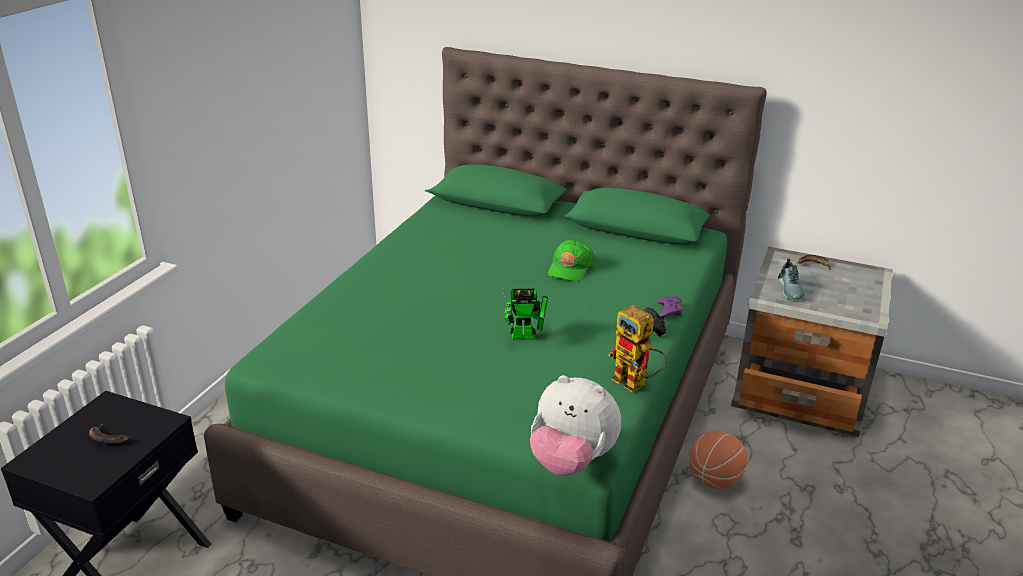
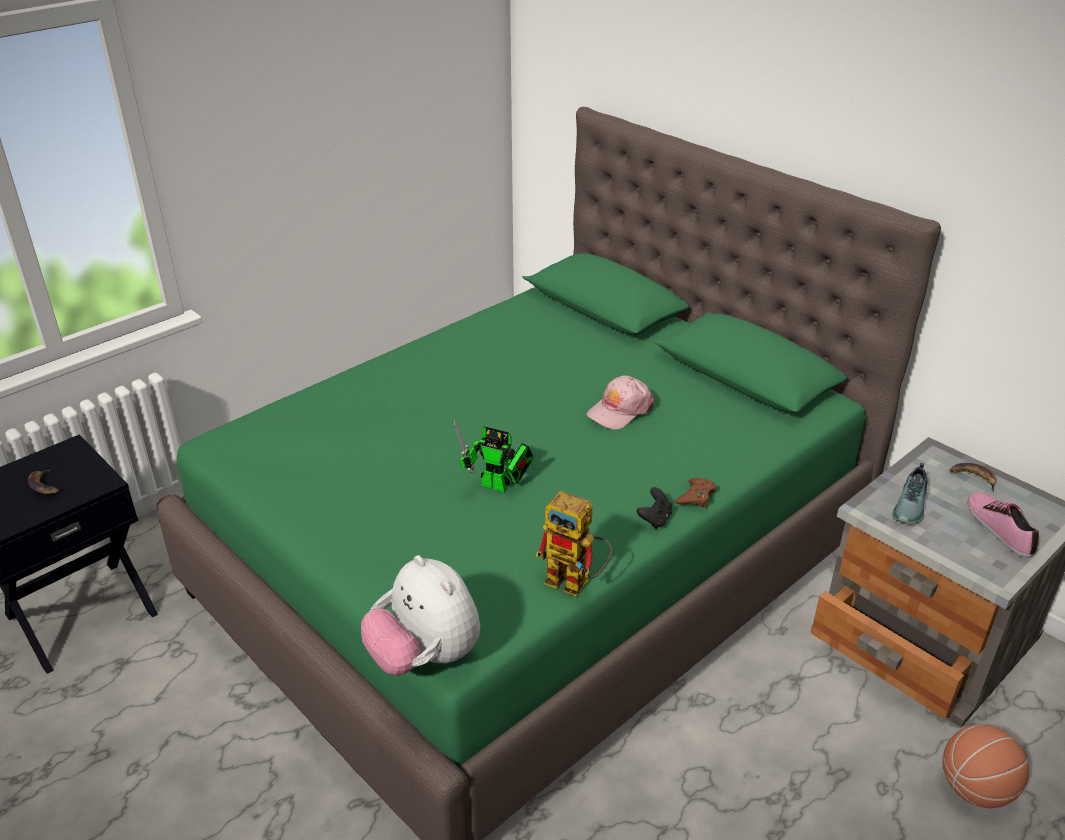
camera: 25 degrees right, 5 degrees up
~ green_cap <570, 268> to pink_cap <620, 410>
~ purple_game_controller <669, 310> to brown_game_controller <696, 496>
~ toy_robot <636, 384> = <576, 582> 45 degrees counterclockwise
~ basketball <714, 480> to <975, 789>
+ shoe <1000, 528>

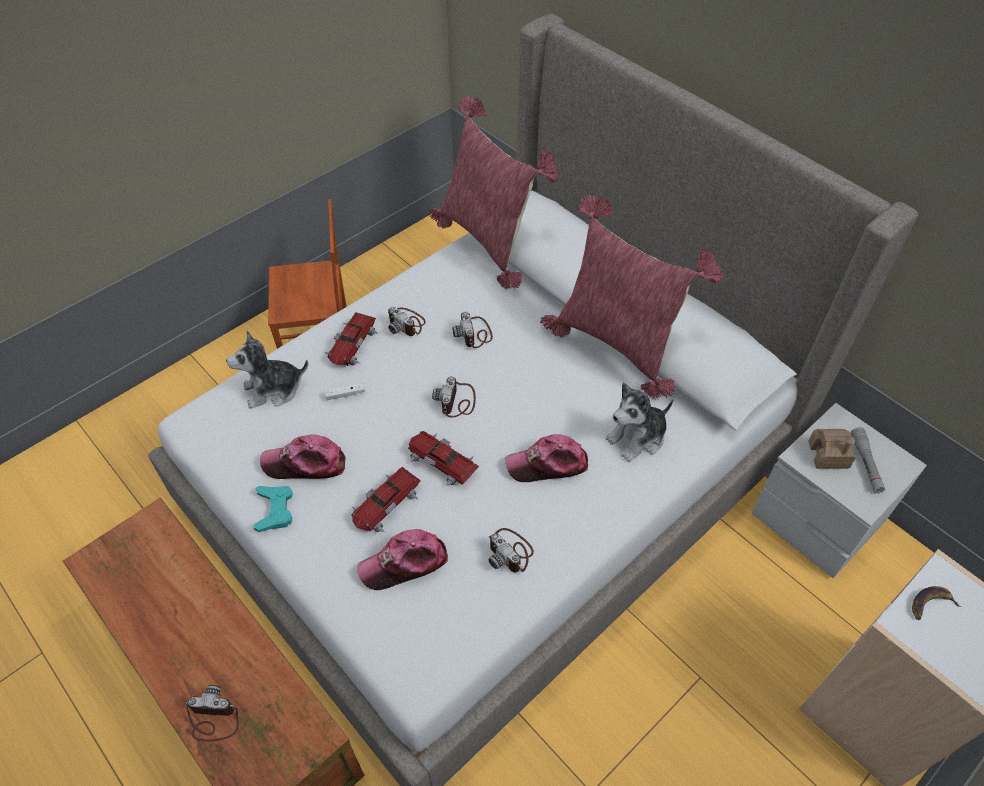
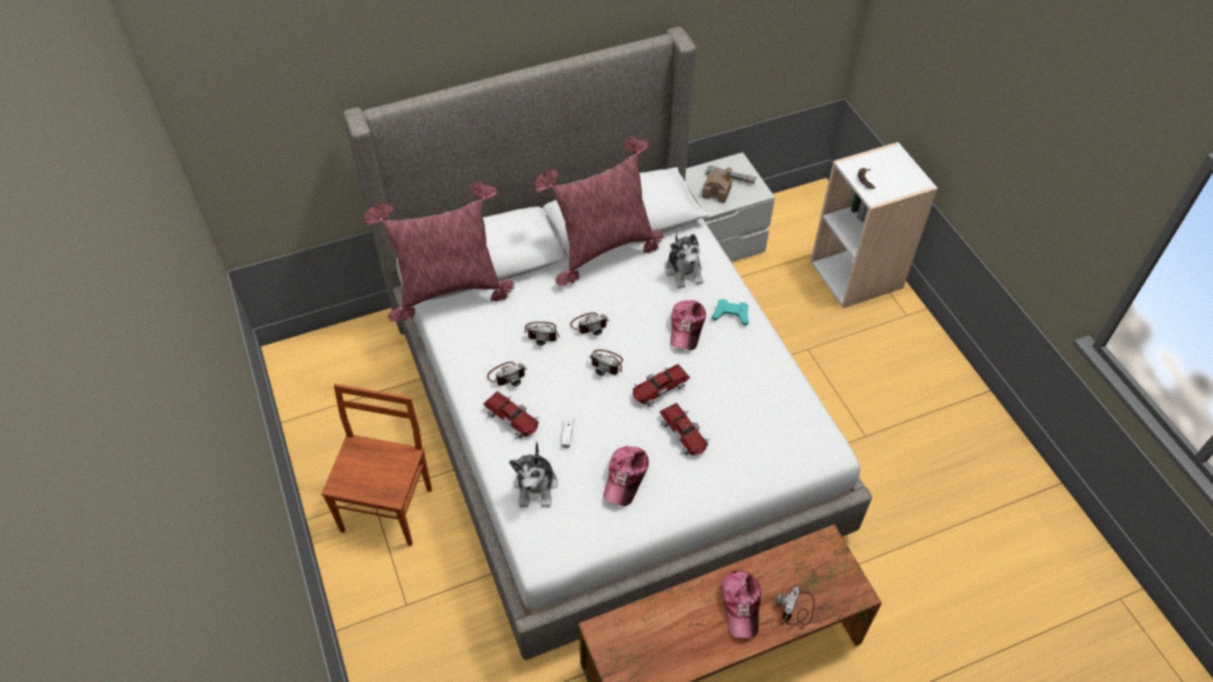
camera: 70 degrees left, 0 degrees up
~ turquoise_game_controller <275, 510> to <731, 314>
~ photo_camera <510, 552> to <589, 324>
~ cap <404, 564> to <741, 605>

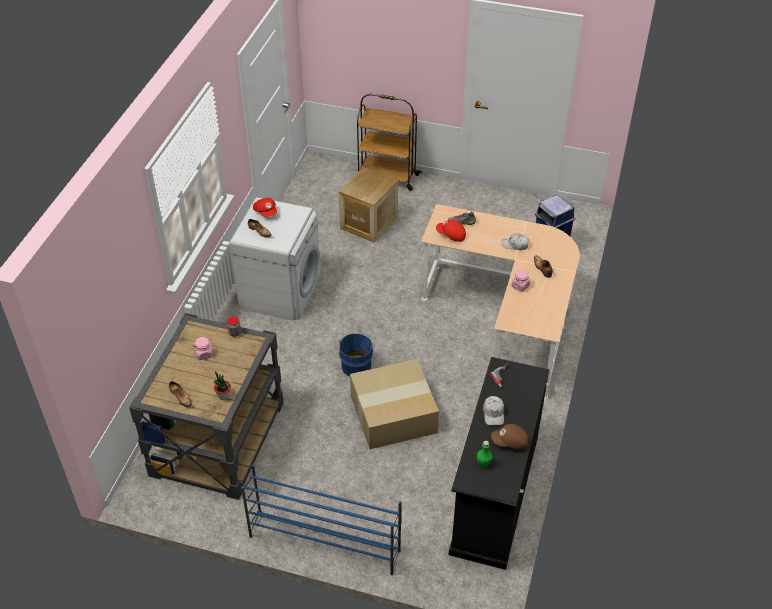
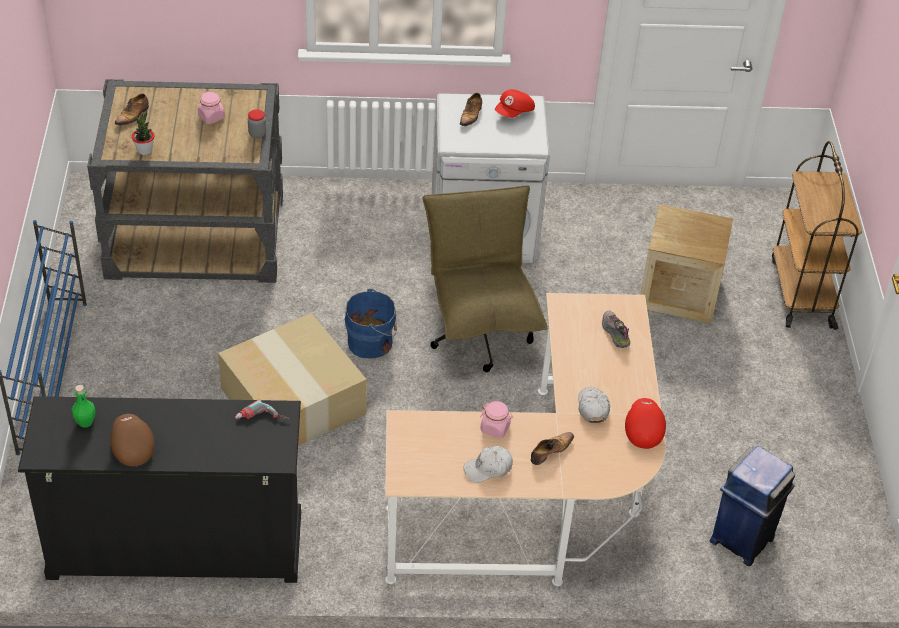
camera: 70 degrees right, 0 degrees up
~ red_cap <451, 235> to <643, 429>
~ white_cap <493, 413> to <488, 468>
+ beige_office_chair <480, 335>

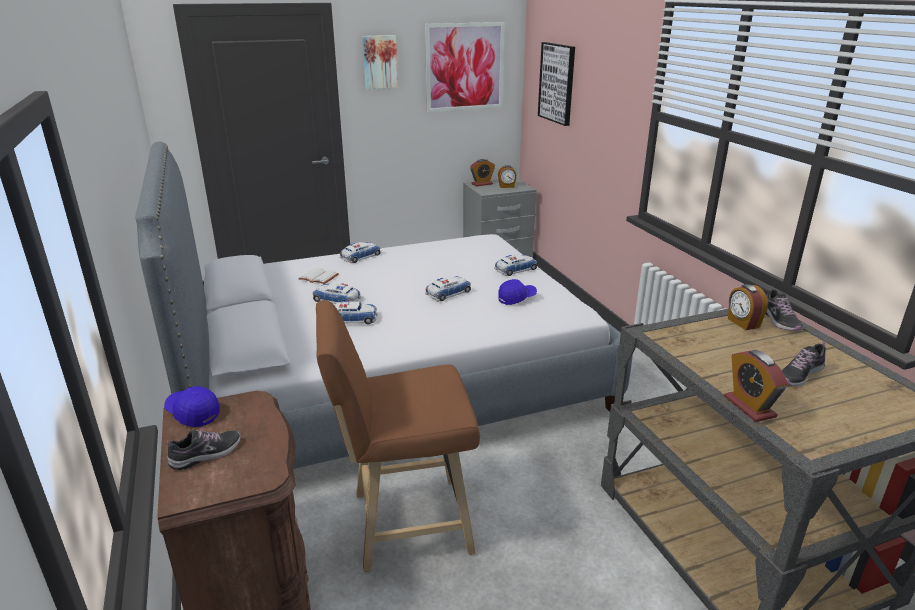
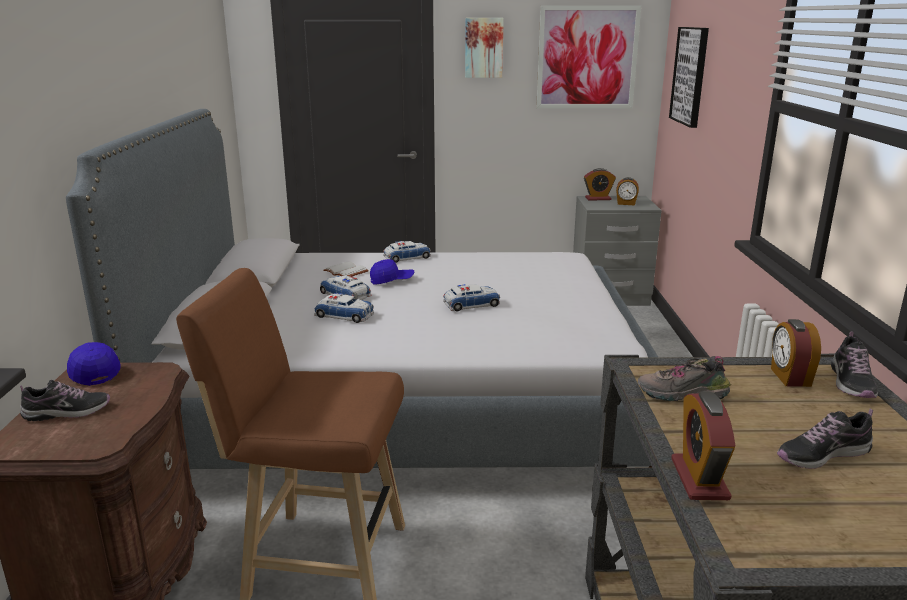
camera: 20 degrees right, 5 degrees down
- toy_car <515, 269>
~ blue_cap <517, 298> to <391, 281>
+ shoe <682, 395>

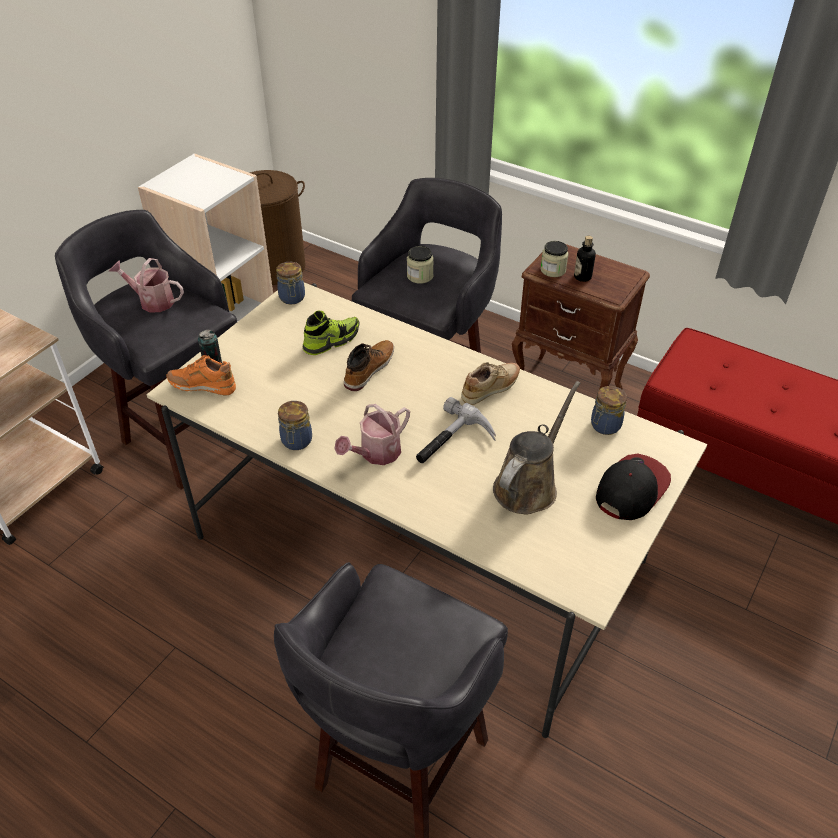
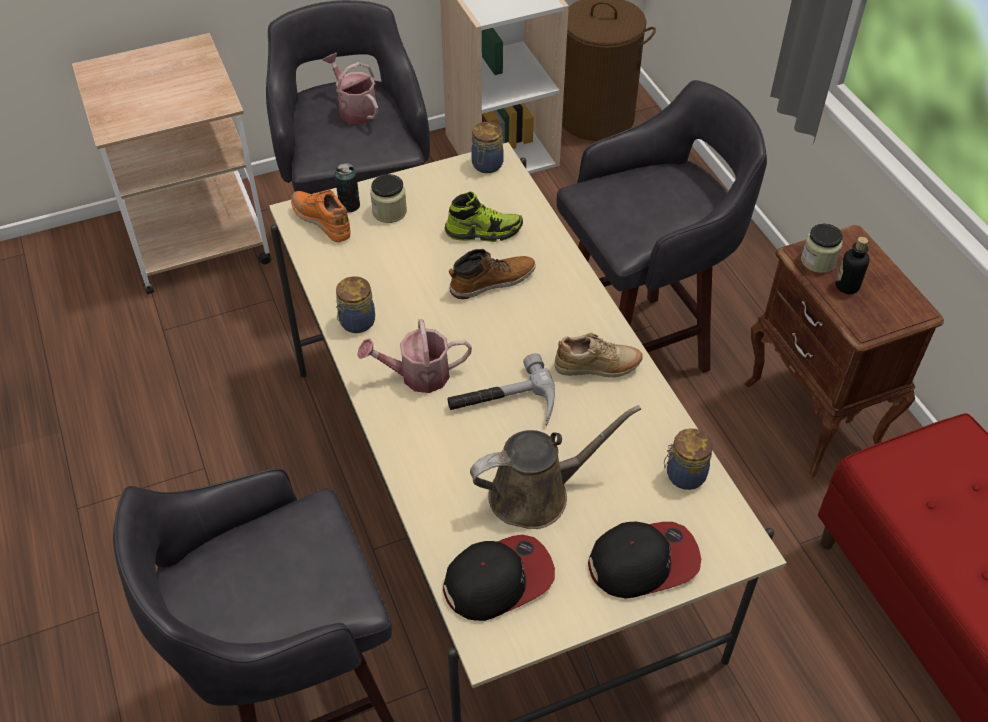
camera: 35 degrees right, 5 degrees up
~ jar <420, 276> to <389, 212>
+ cap <498, 579>

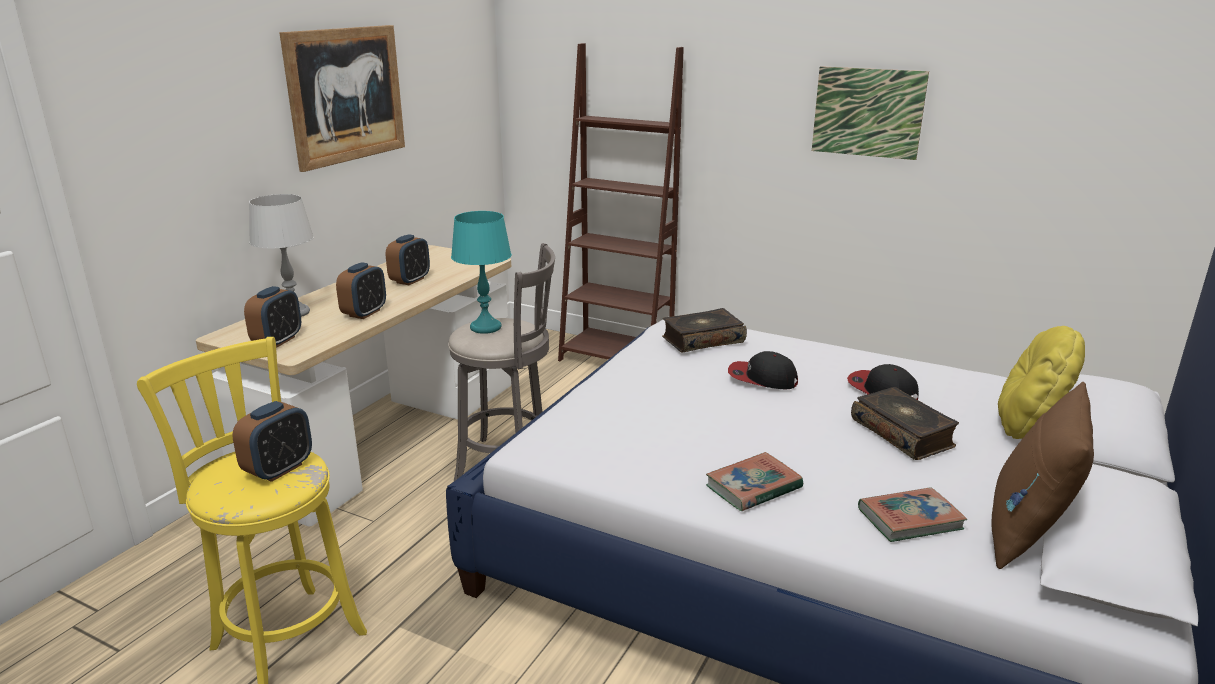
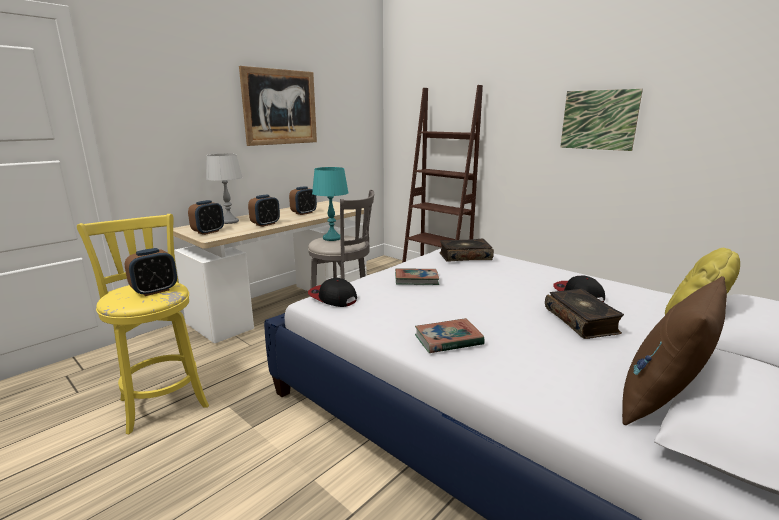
camera: 15 degrees right, 5 degrees down
~ cap <762, 378> to <332, 297>
~ book <910, 519> to <416, 279>

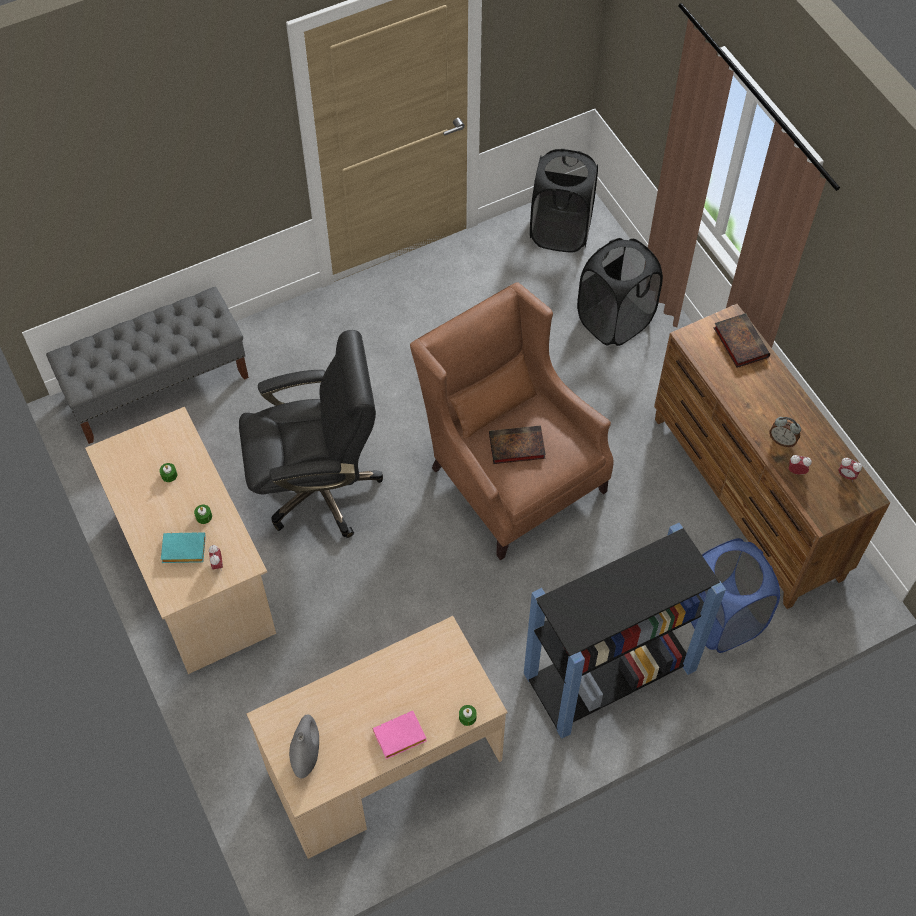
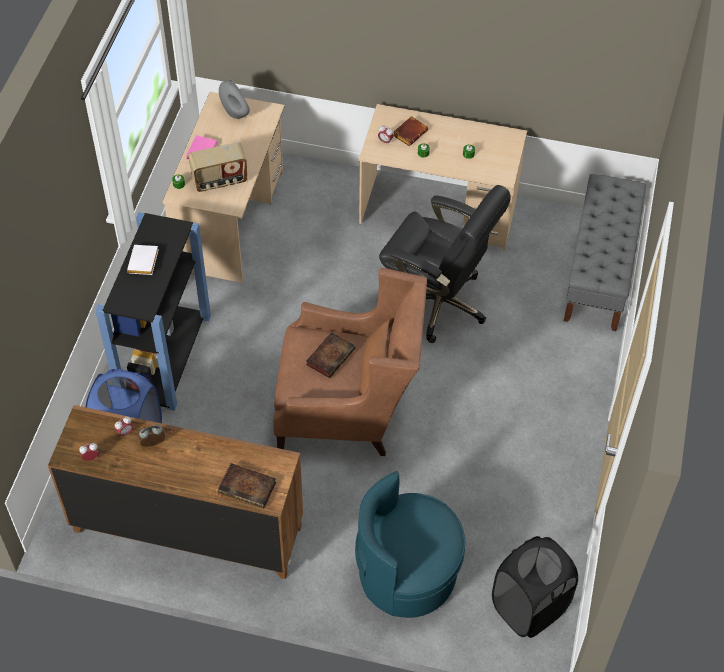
camera: 130 degrees right, 5 degrees down
~ black_laundry_basket <614, 321> to turquoise_armchair <408, 572>
~ black_office_chair <318, 490> = <437, 302> 90 degrees counterclockwise
~ turquoise_book <182, 551> to brown_book <410, 132>
+ radio <220, 181>
+ white_book <144, 263>

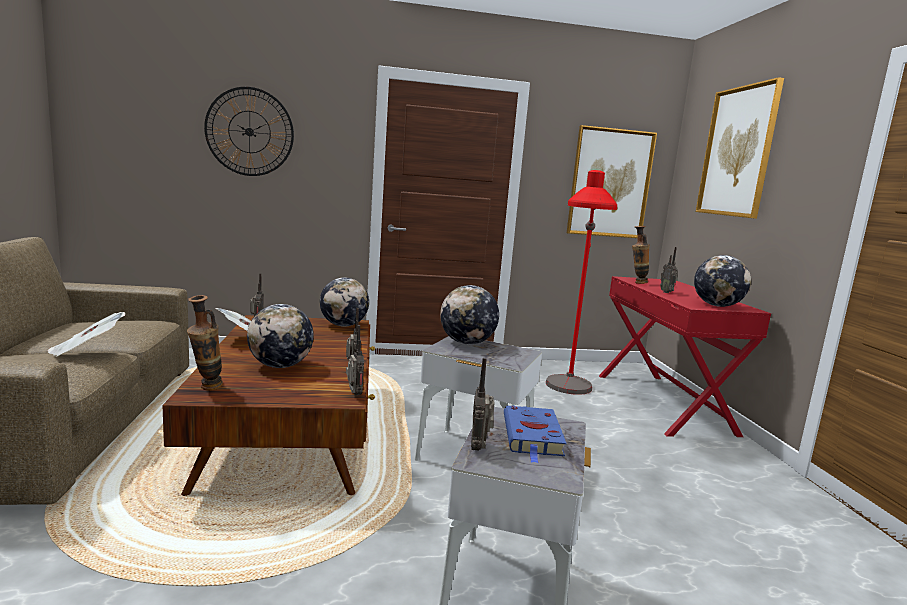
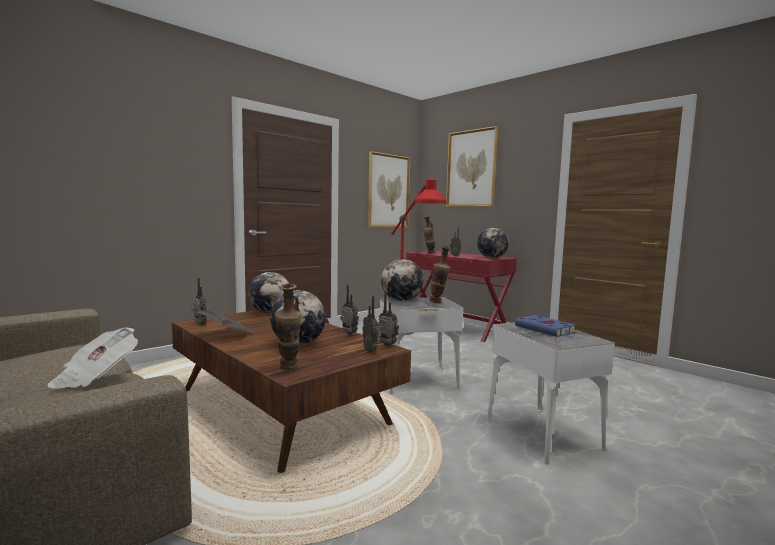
camera: 35 degrees left, 5 degrees down
- wall_clock <249, 132>
~ radio <480, 447> to <371, 350>
+ vase <438, 303>

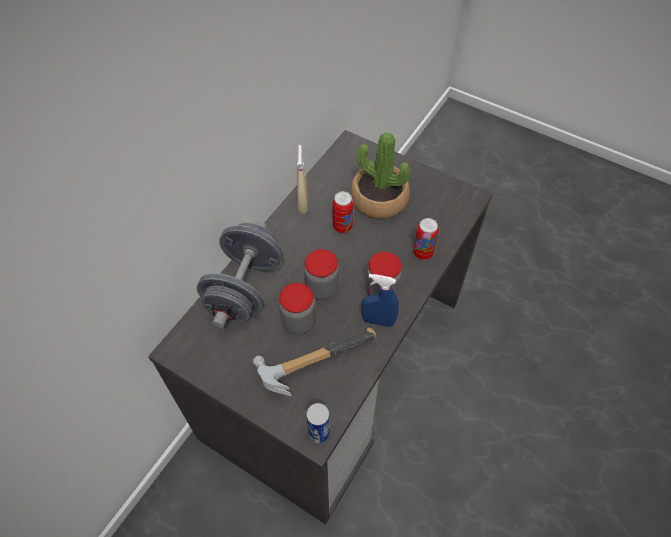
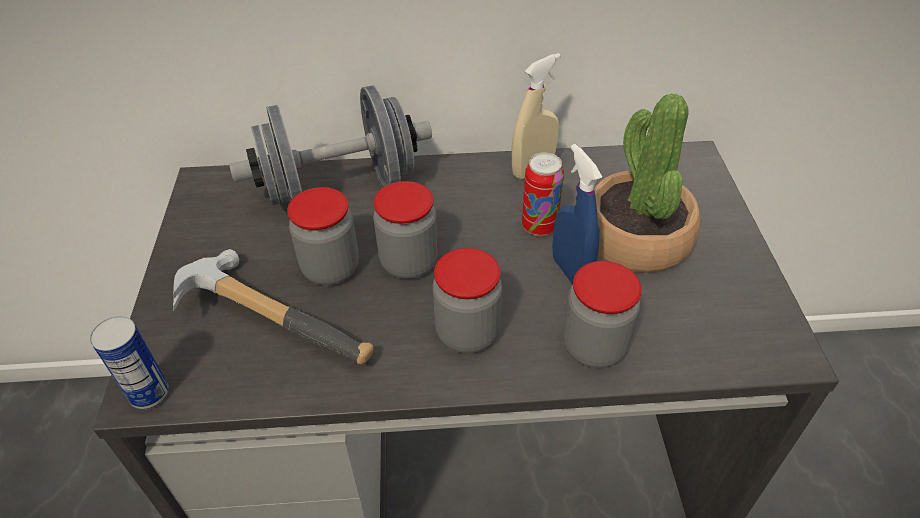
camera: 55 degrees right, 10 degrees down
~ can <422, 253> to jar <594, 347>
~ blue_spray_bottle <378, 321> to <570, 271>

